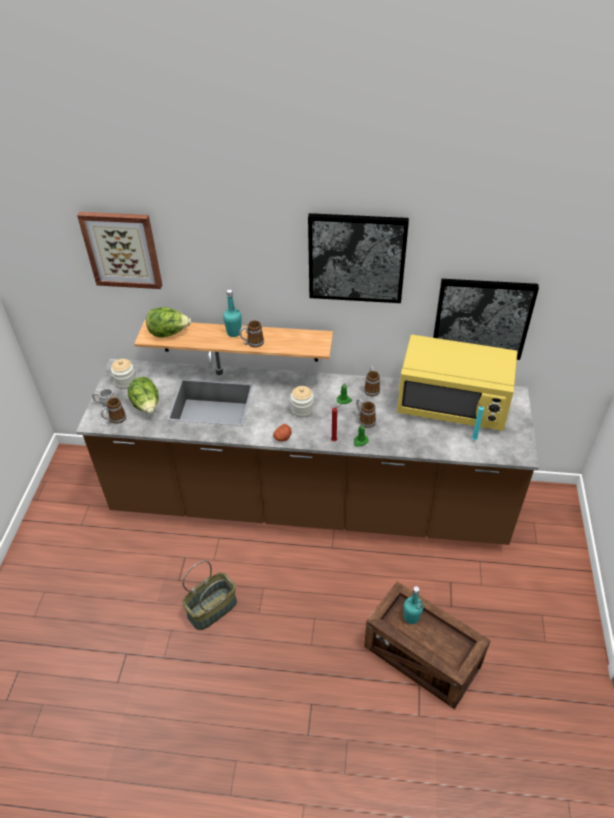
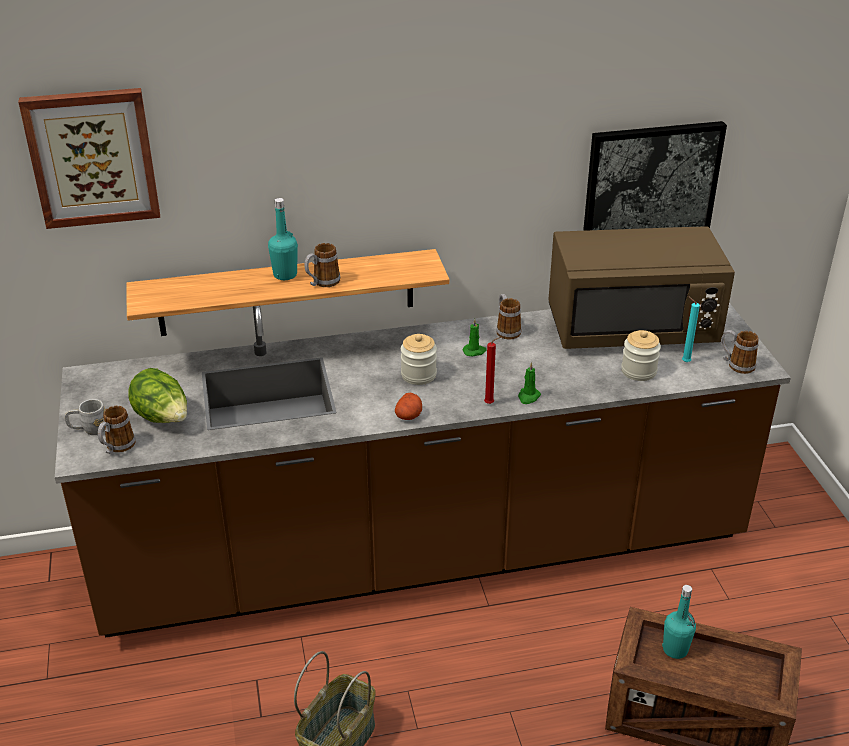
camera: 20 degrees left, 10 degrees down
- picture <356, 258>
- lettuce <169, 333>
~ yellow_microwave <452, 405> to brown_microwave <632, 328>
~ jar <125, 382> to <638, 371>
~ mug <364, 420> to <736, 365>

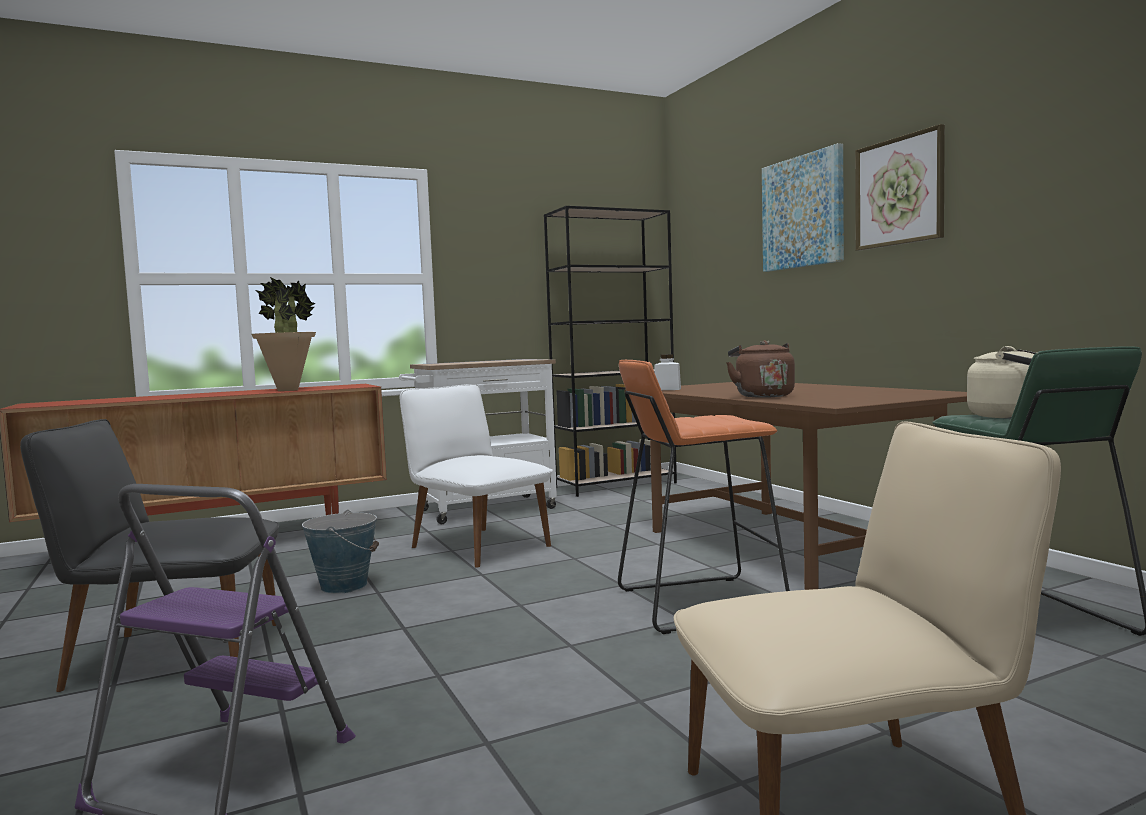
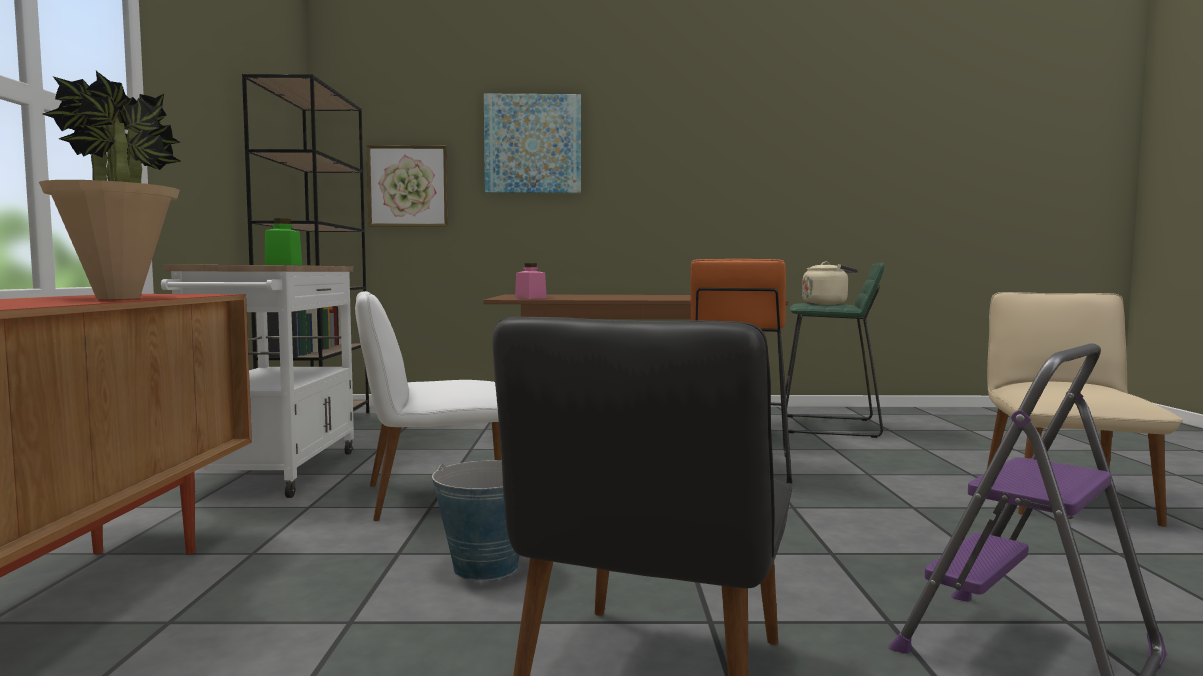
camera: 65 degrees left, 0 degrees up
~ picture <899, 191> to <408, 186>
- brown_kettle <762, 396>
~ white_jar <667, 389> to pink_jar <530, 298>
+ green_jar <283, 264>

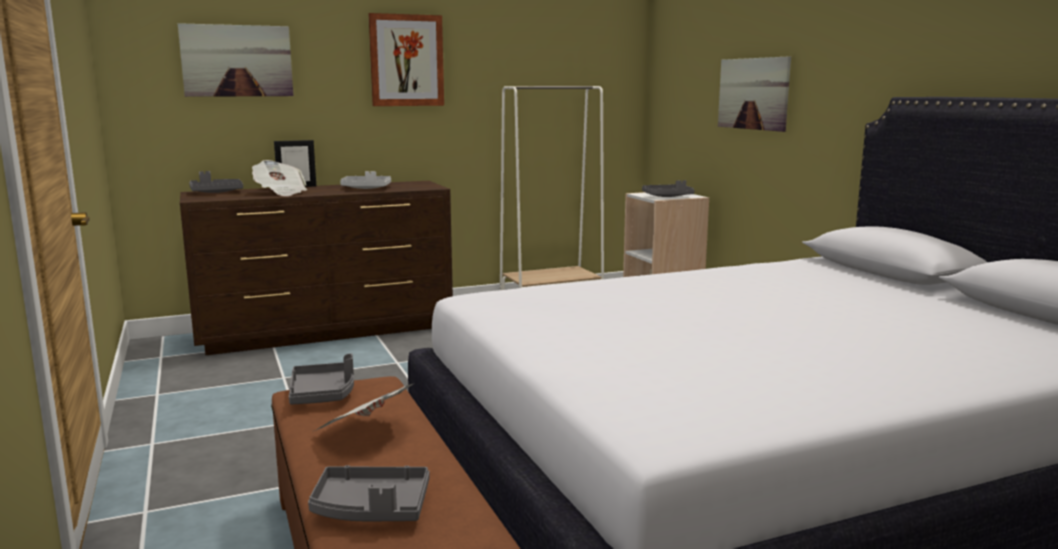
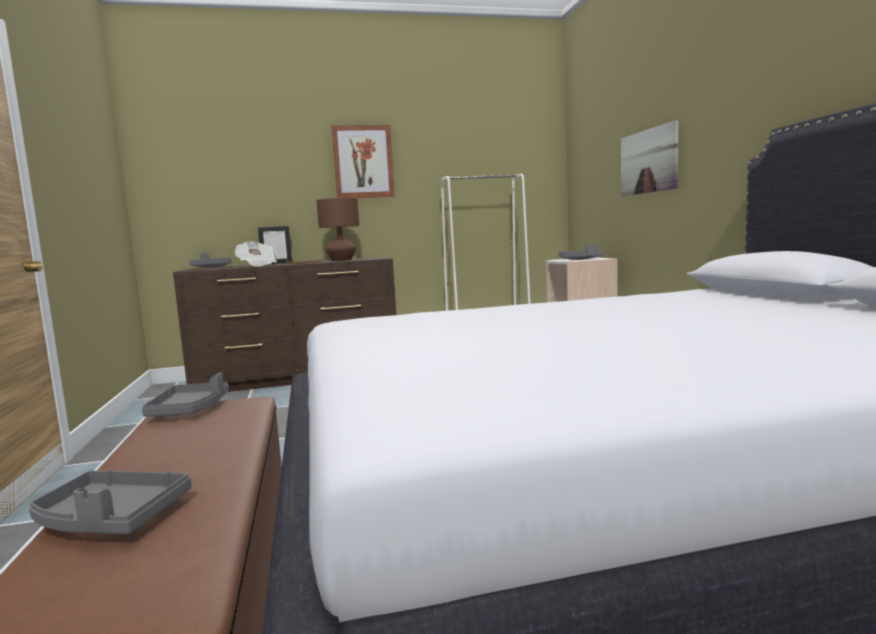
camera: 10 degrees right, 5 degrees down
- picture <237, 61>
~ grey_tray <366, 188> to brown_table_lamp <327, 261>
- newspaper <364, 433>

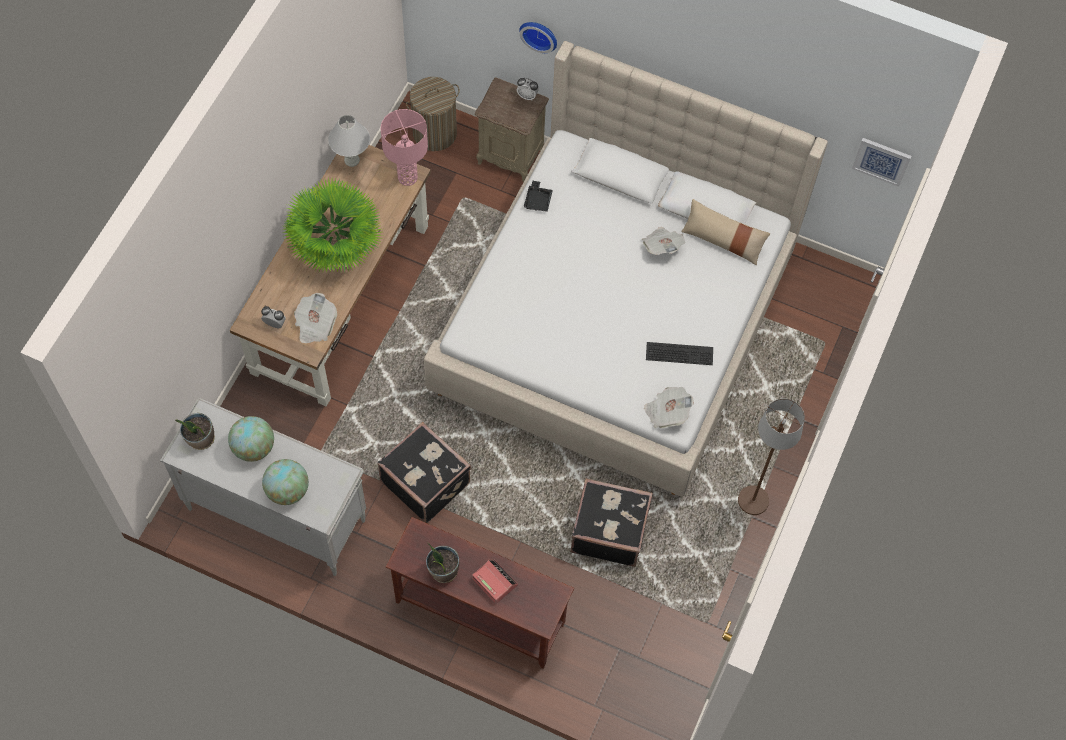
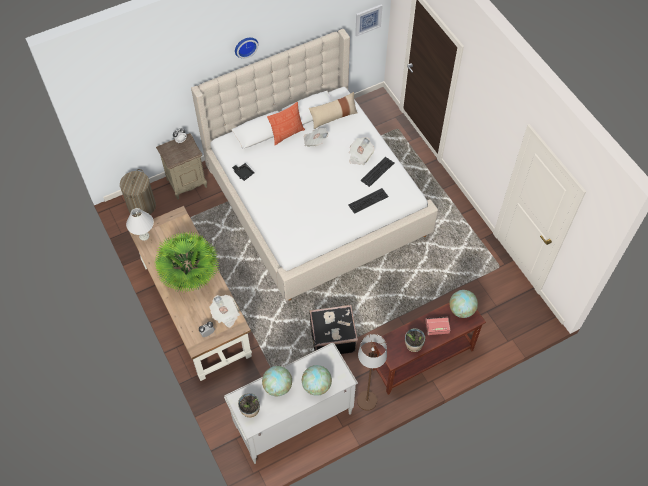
camera: 50 degrees left, 5 degrees down
~ wall_clock <539, 34> to <245, 46>
- pink_table_lamp <407, 177>
~ newspaper <667, 412> to <360, 156>
~ brown_floor_lamp <753, 501> to <367, 400>
- black_suitcase <608, 530>
+ orange_pillow <287, 134>
+ keyboard <368, 200>
+ globe <461, 310>

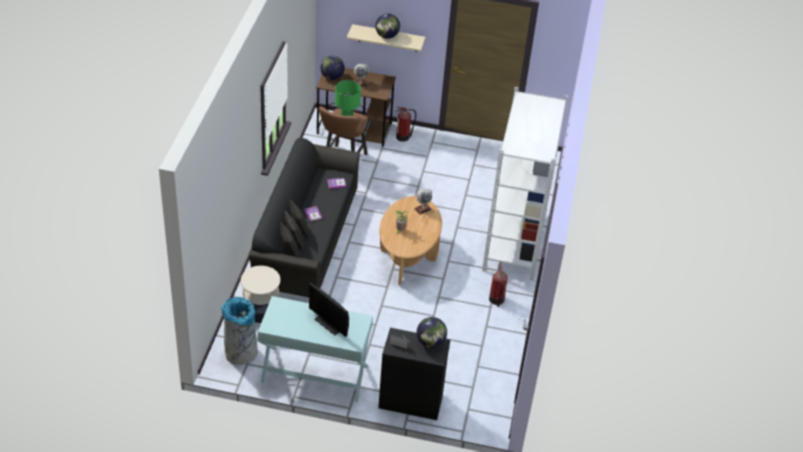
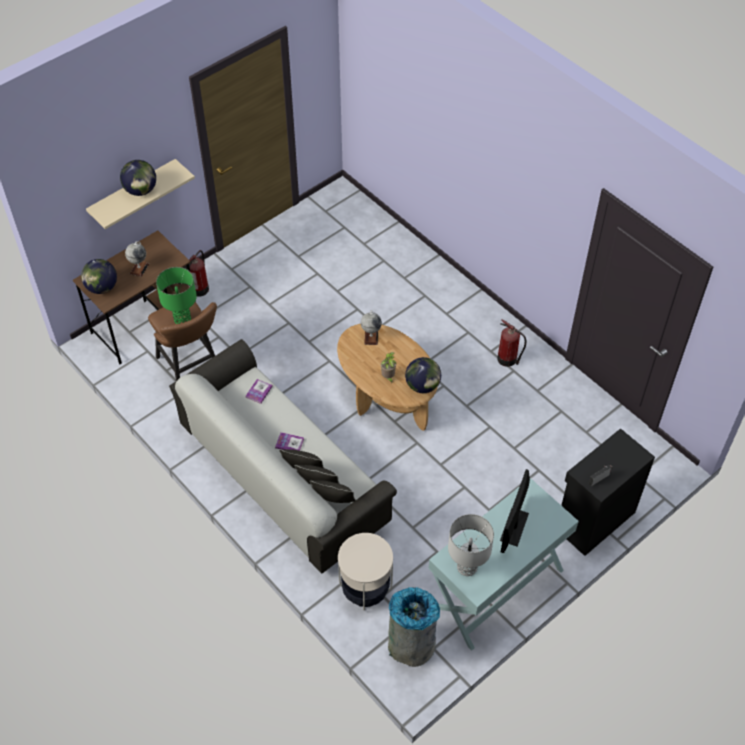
camera: 50 degrees left, 10 degrees up
- white_bookcase <514, 242>
~ black_sofa <306, 238> to white_sofa <282, 474>
~ monitor <329, 324> = <514, 527> 120 degrees clockwise
~ globe <430, 342> to <422, 385>
+ white_table_lamp <466, 567>

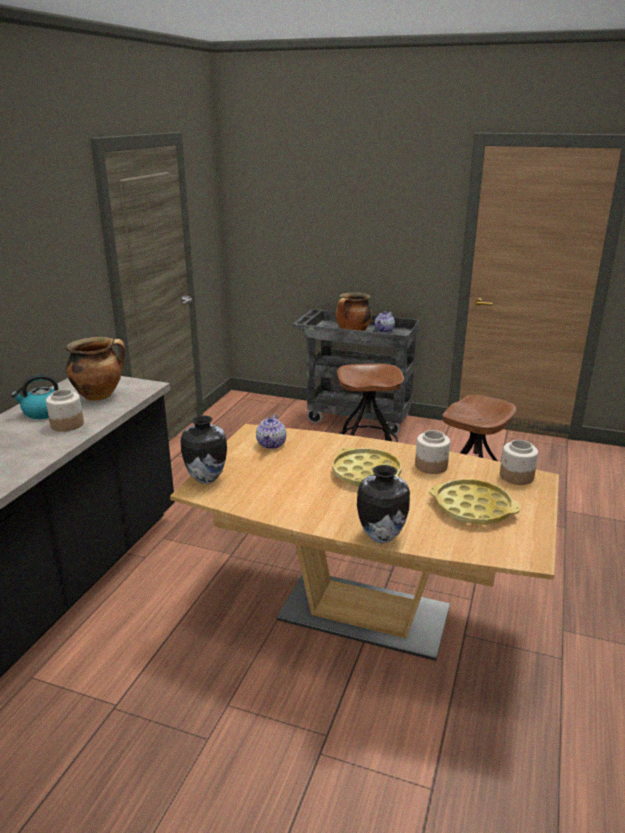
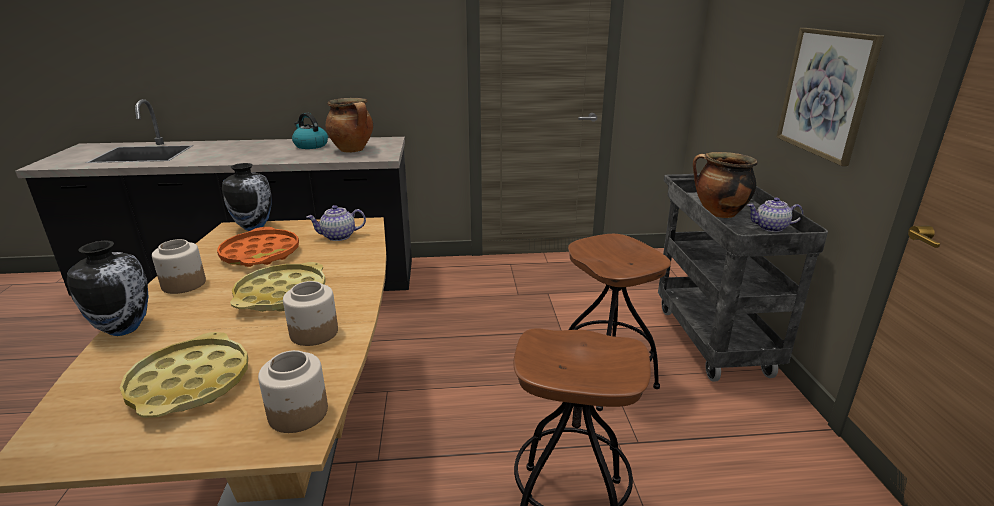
camera: 65 degrees right, 0 degrees up
~ jar <67, 425> to <183, 284>
+ picture <826, 93>
+ orange_tray <261, 254>

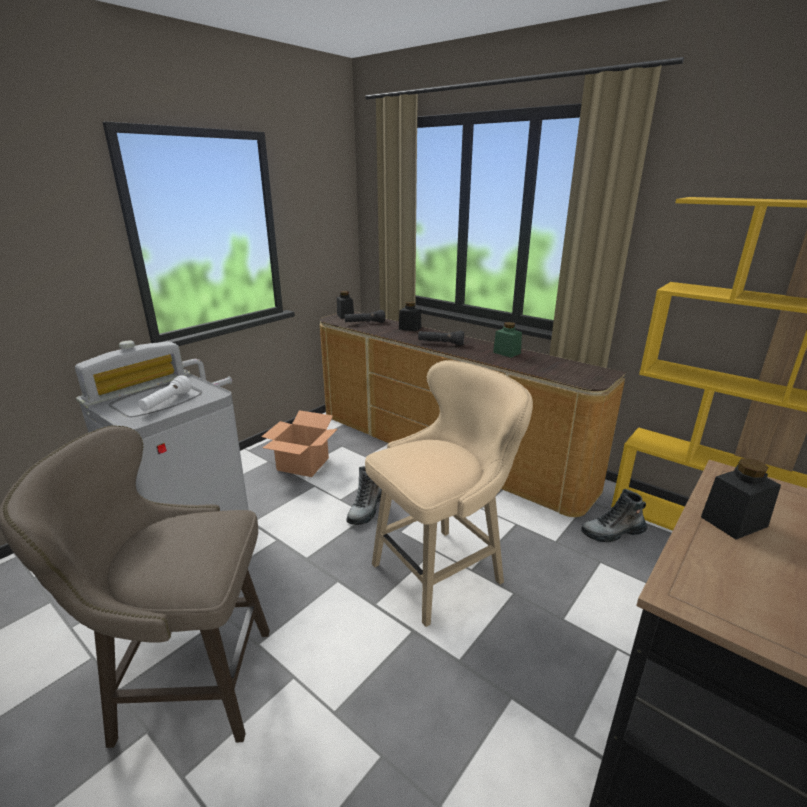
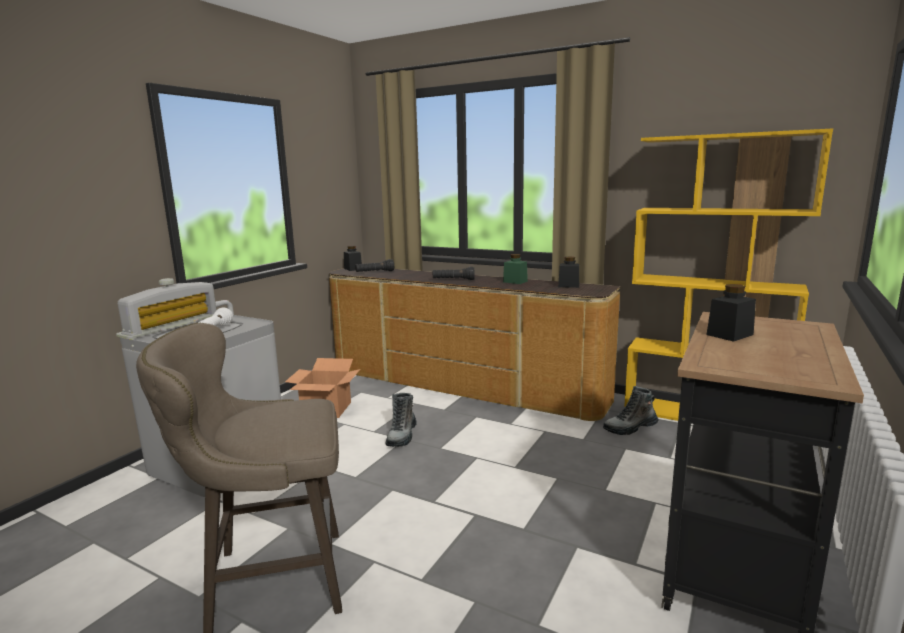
camera: 10 degrees left, 10 degrees down
~ black_jar <410, 328> to <568, 285>
- beige_stool <442, 570>

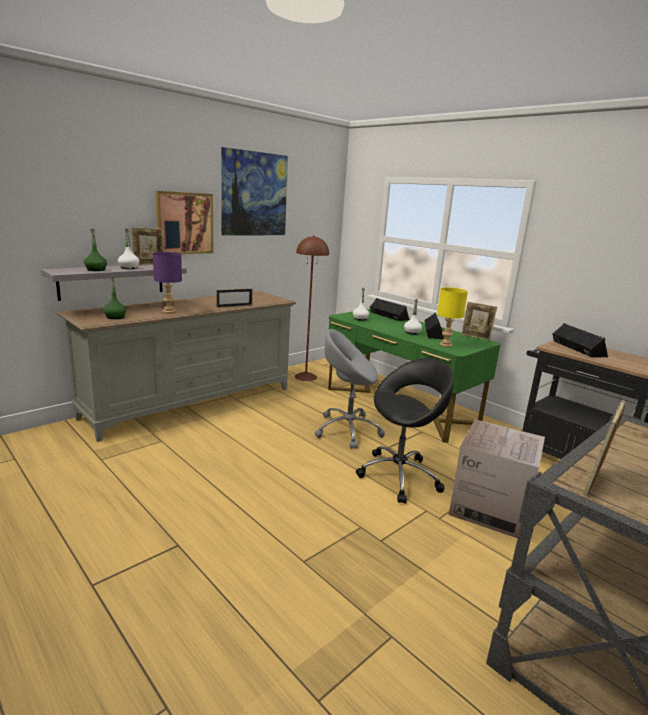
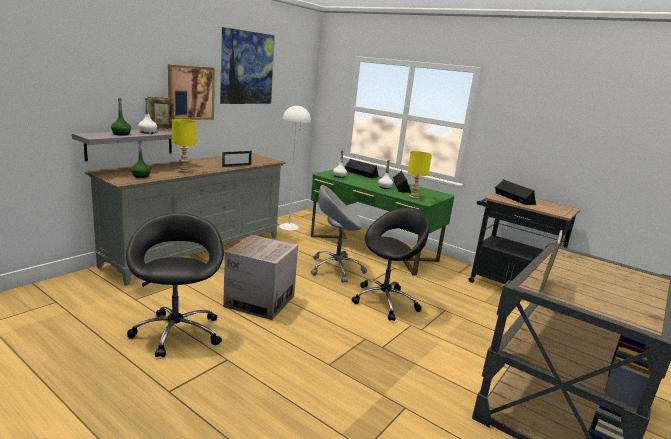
camera: 10 degrees left, 0 degrees up
~ brown_floor_lamp <305, 376> to white_floor_lamp <289, 226>
~ purple_table_lamp <169, 312> to yellow_table_lamp <184, 171>
- picture_frame <476, 337>
~ cardboard_box <490, 508> to <260, 301>
+ black_office_chair <177, 332>

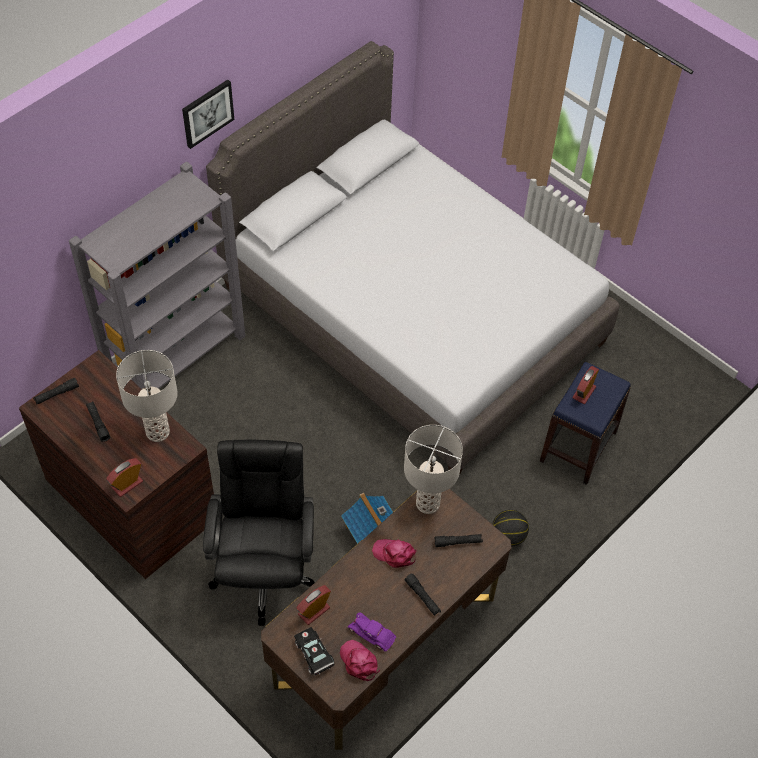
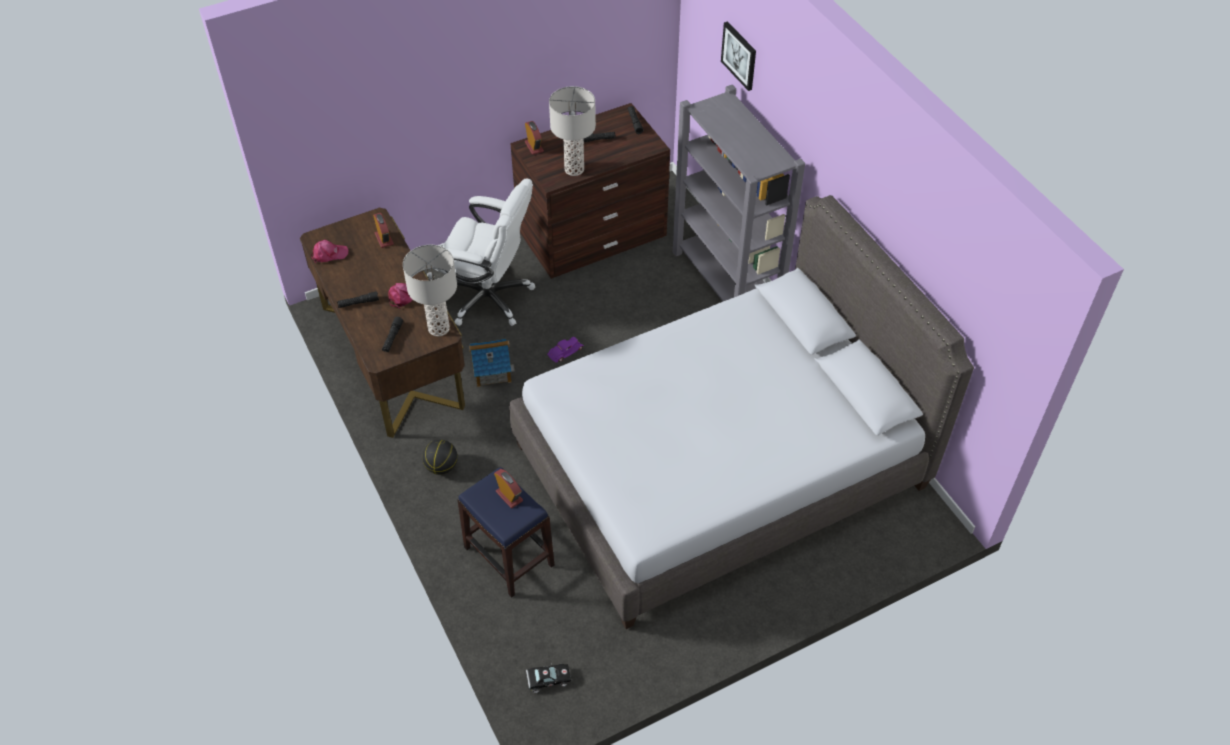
camera: 110 degrees right, 5 degrees down
~ picture <207, 113> to <739, 55>
~ black_office_chair <265, 573> to white_office_chair <488, 297>
~ purple_toy_car <372, 633> to <565, 352>
~ black_toy_car <314, 655> to <546, 680>

